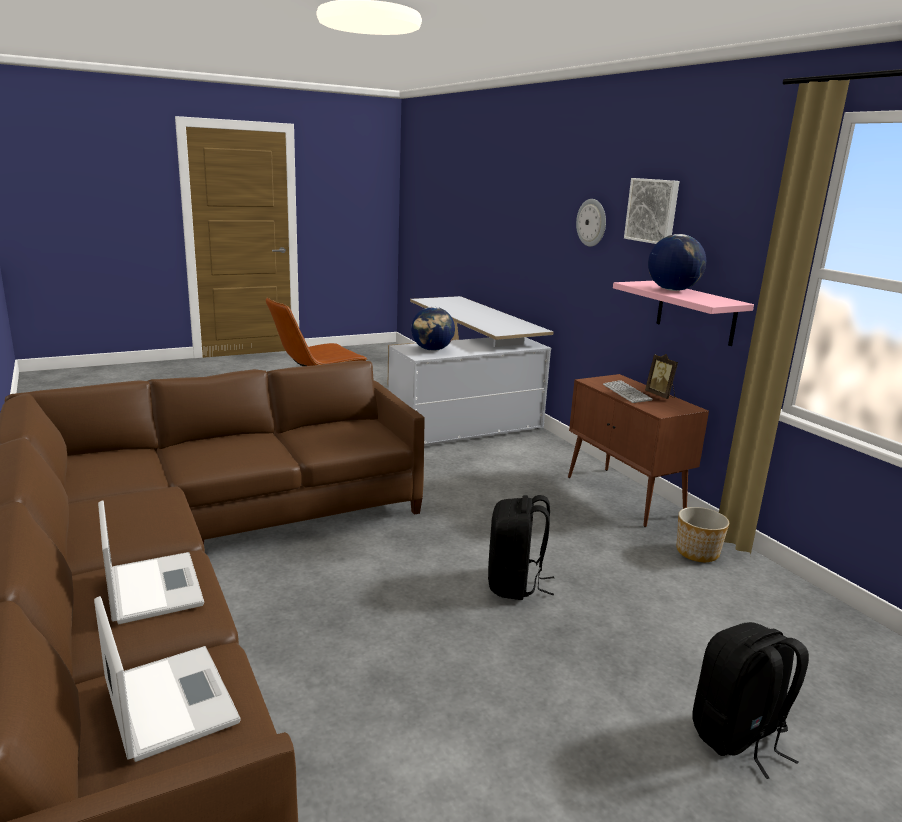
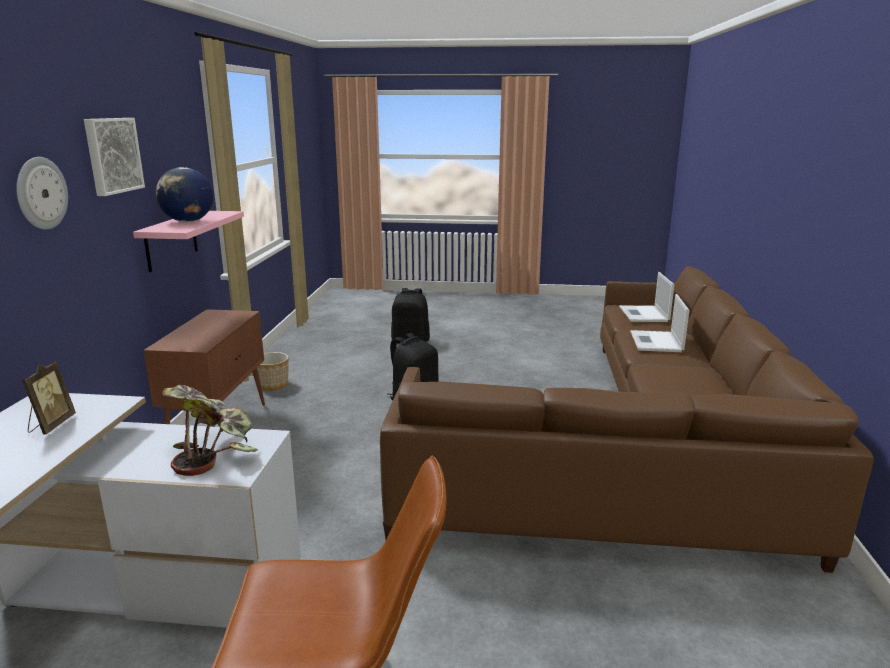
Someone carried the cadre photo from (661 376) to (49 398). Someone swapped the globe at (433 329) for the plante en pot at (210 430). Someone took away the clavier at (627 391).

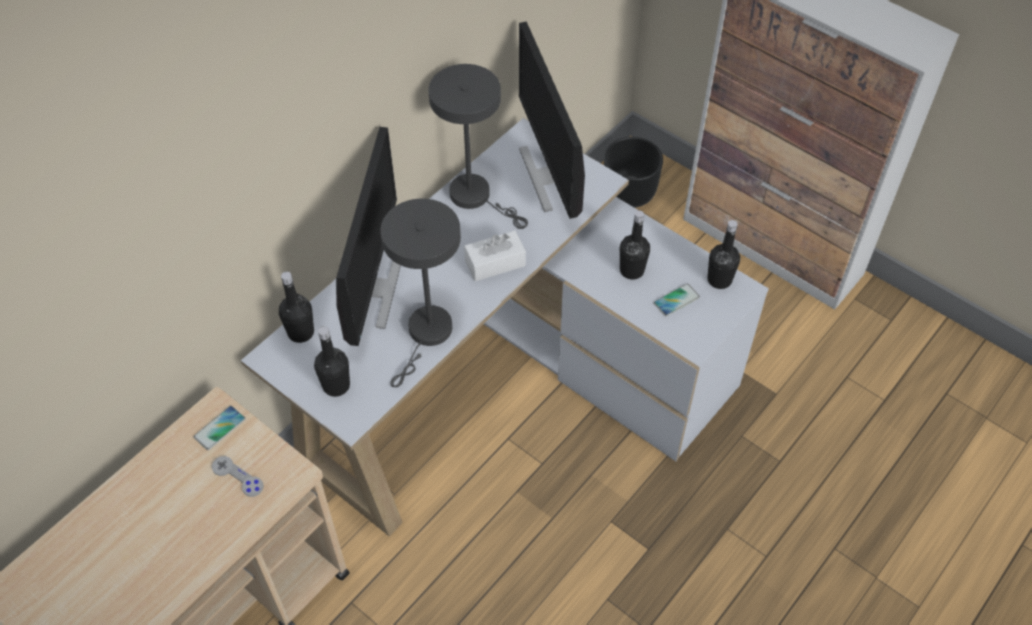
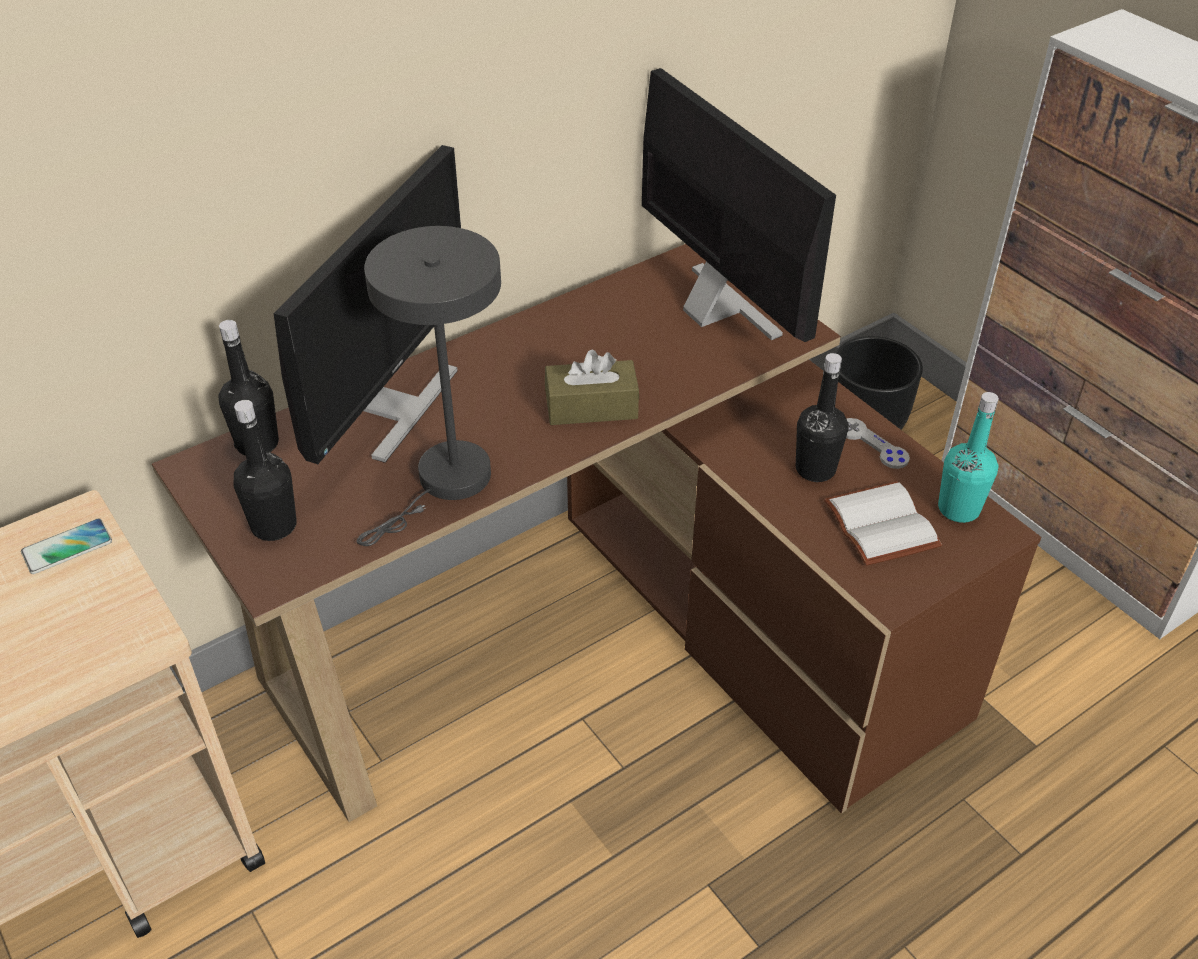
Someone repainted the bureau/blanc at (505 327), which became the bureau/marron at (597 533). Someone repainted the boîte à mouchoirs/blanc at (495 256), which became the boîte à mouchoirs/marron at (592 387). Someone rotated the écran d'ordinateur at (552 120) by 150 degrees clockwise. Someone swapped the téléphone at (677 300) for the livre/blanc at (883 523). Someone carried the manette/gris from (238 476) to (878 443). Someone repainted the bouteille/noir at (723 254), which became the bouteille/turquoise at (968 457). Someone took away the lampe de table/gris at (478 146).

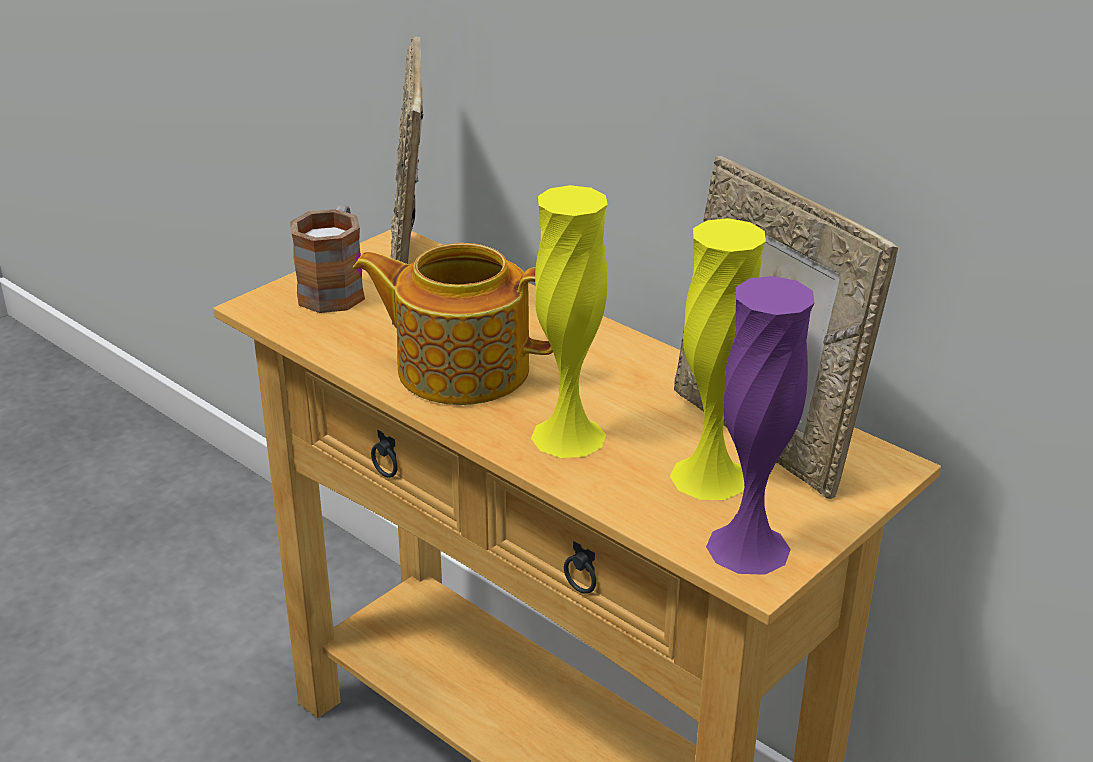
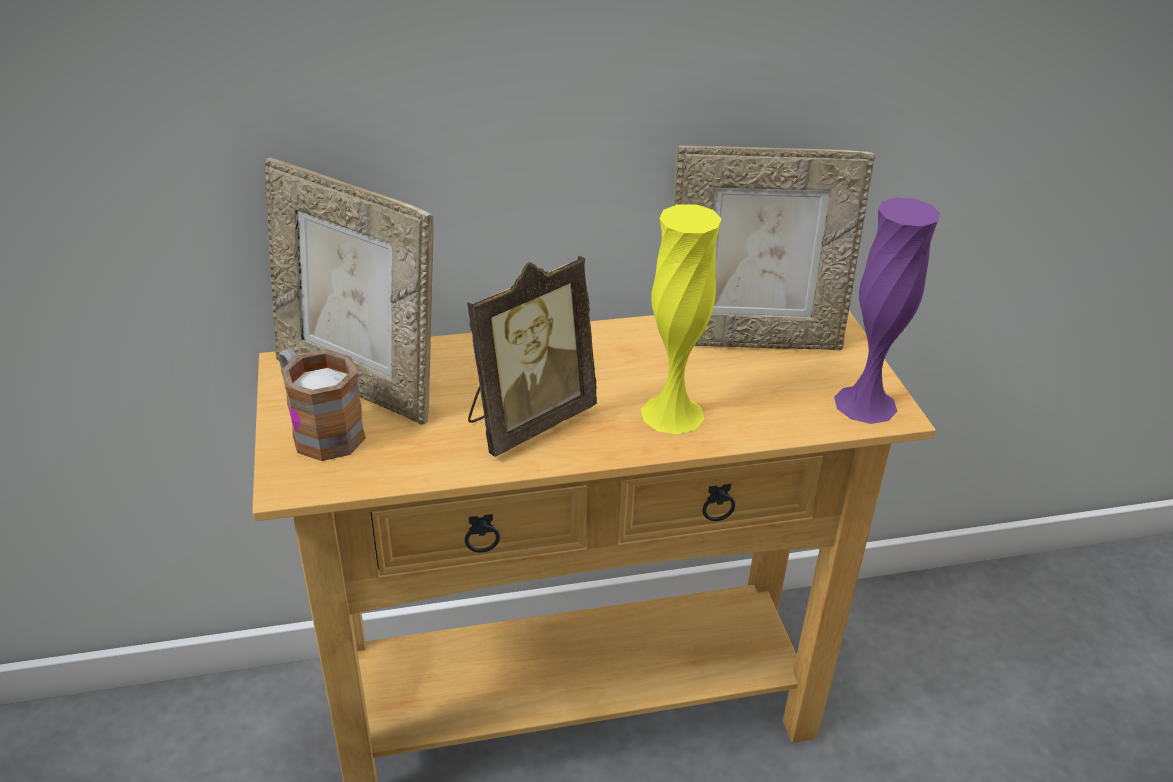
Someone swapped the théière at (452 324) for the cadre photo at (532 356). Someone took away the vase/jaune at (718 359).

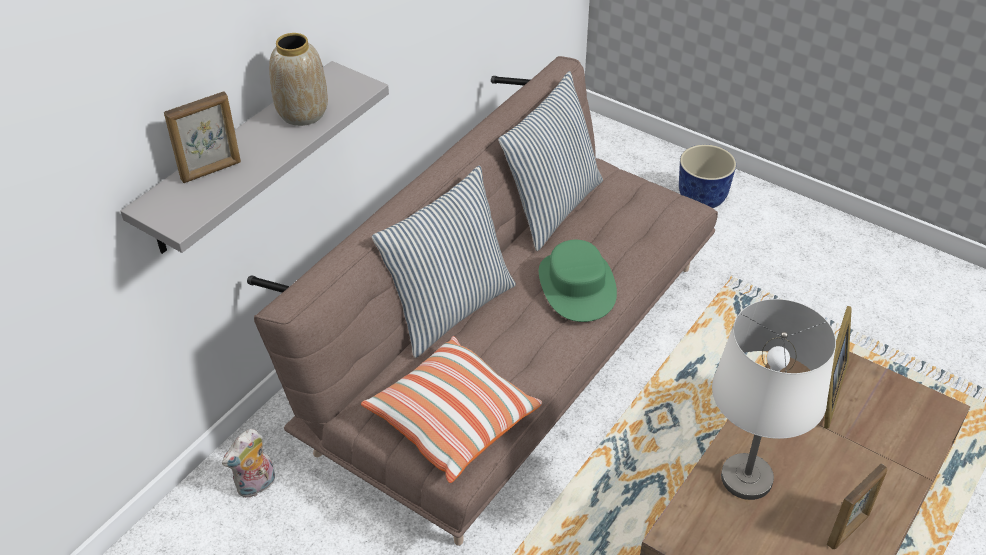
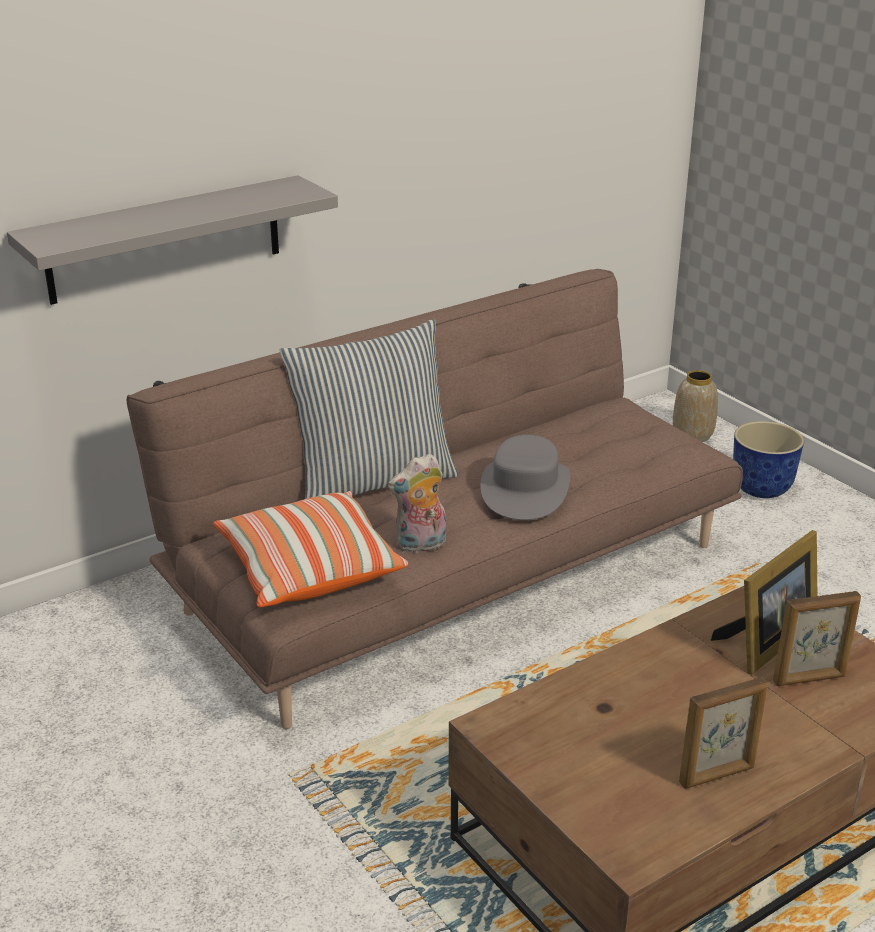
Someone carried the peluche from (248 464) to (417 503). Someone repainted the chapeau/vert at (578 281), which became the chapeau/gris at (525 477). Someone carried the vase from (298 79) to (695 406). Someone carried the cadre photo from (202 137) to (817 638). Someone took away the coussin at (550 161). Someone took away the lampe de table/blanc at (774 399).

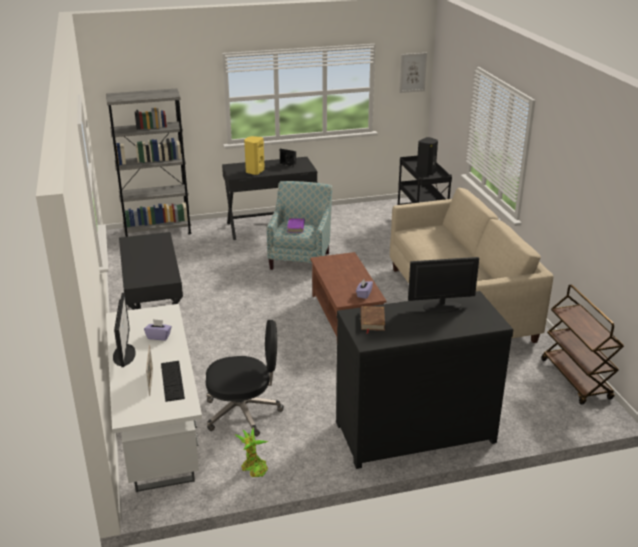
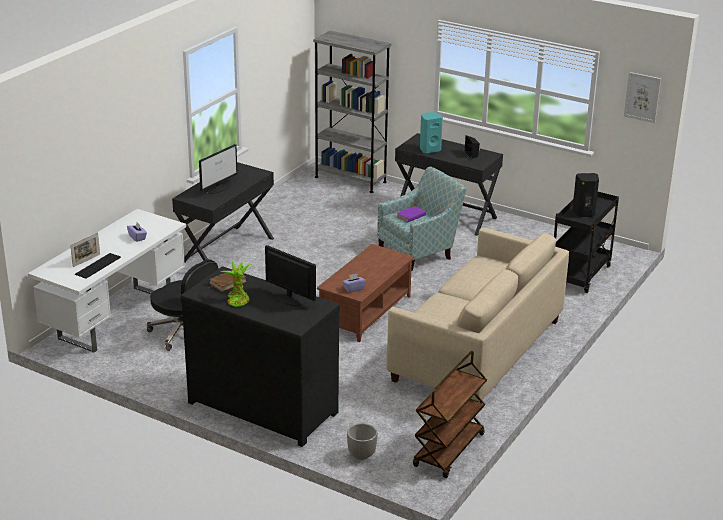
Someone carried the écran d'ordinateur from (124 330) to (218 169). Someone carried the plante en pot from (252 452) to (236 284). Someone put down the cache-pot at (362 441). Someone repainted the enceinte/jaune at (254 155), which became the enceinte/turquoise at (431 132).

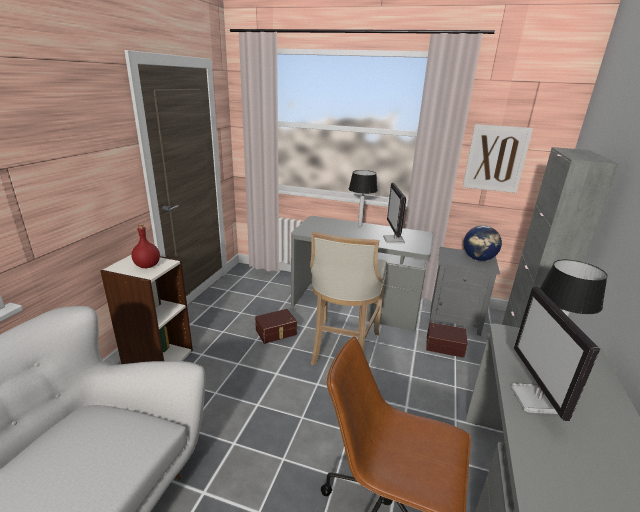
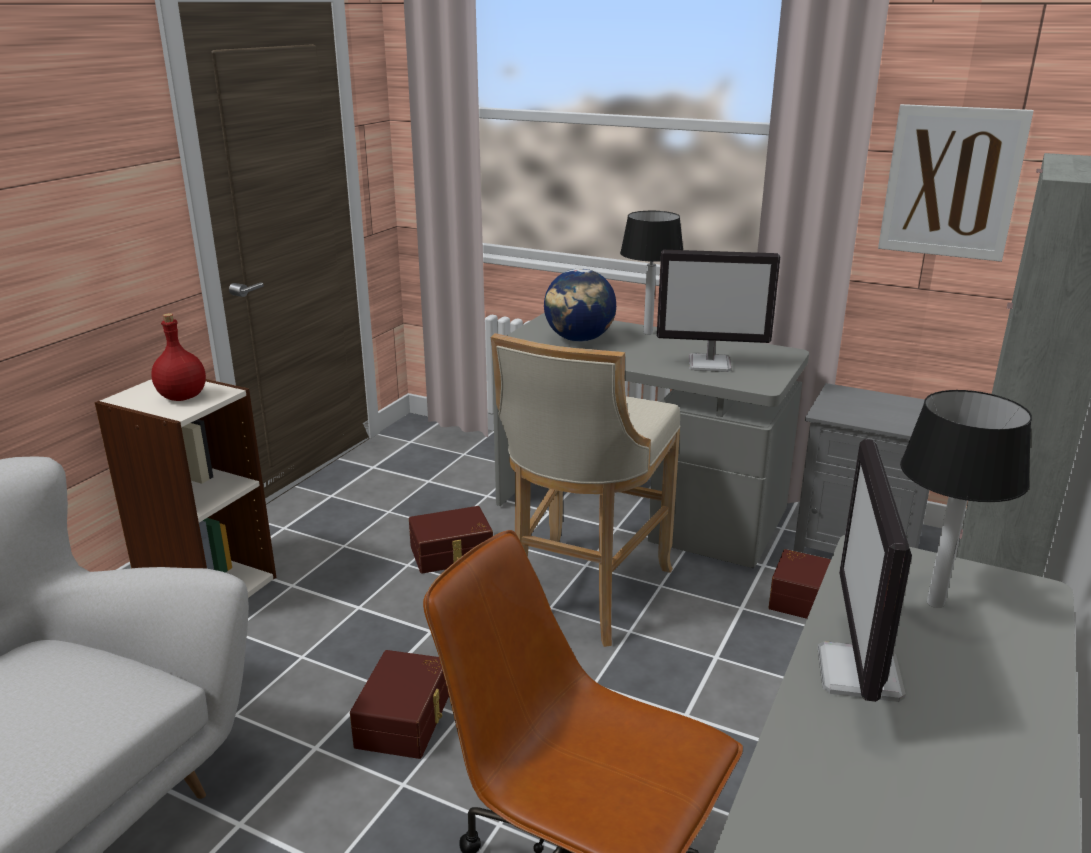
Someone put down the boîte de rangement/marron at (399 704). Someone carried the globe from (482 243) to (580 305). Someone rotated the écran d'ordinateur at (394 213) by 90 degrees counterclockwise.

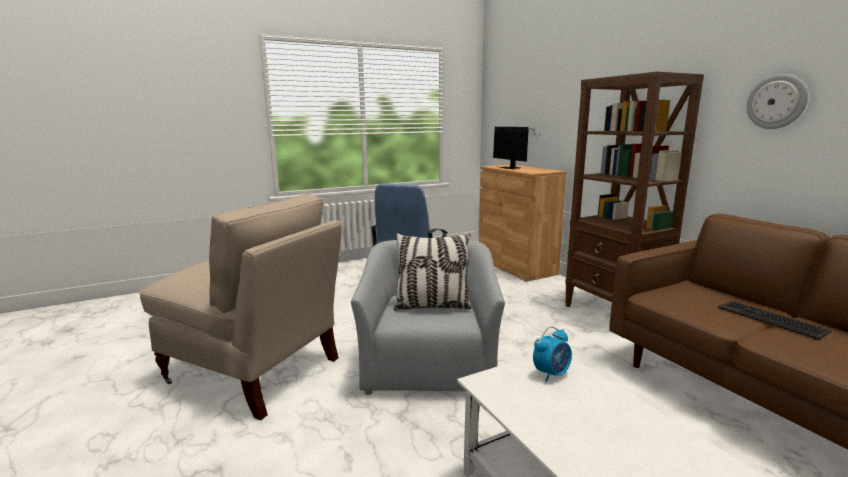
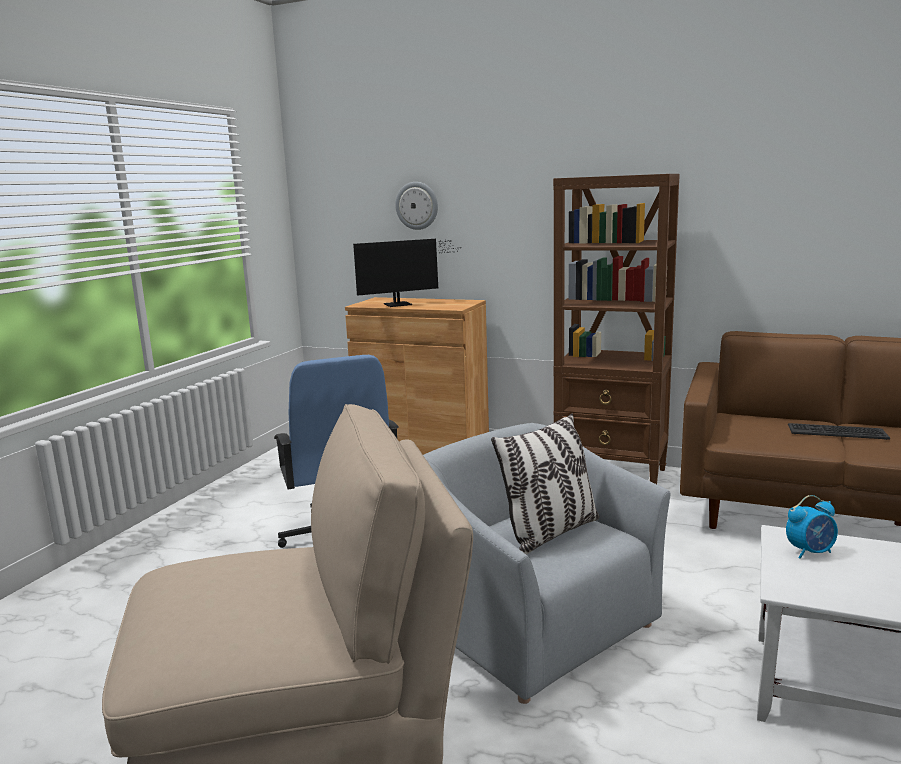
Someone rotated the écran d'ordinateur at (516 148) by 45 degrees counterclockwise. Someone carried the horloge murale from (777 101) to (416 206). Someone rotated the réveil at (552 354) by 60 degrees clockwise.

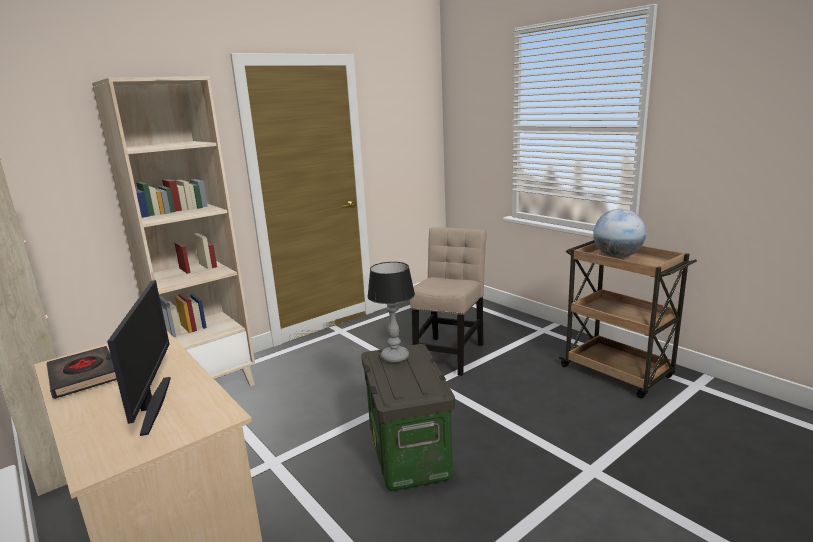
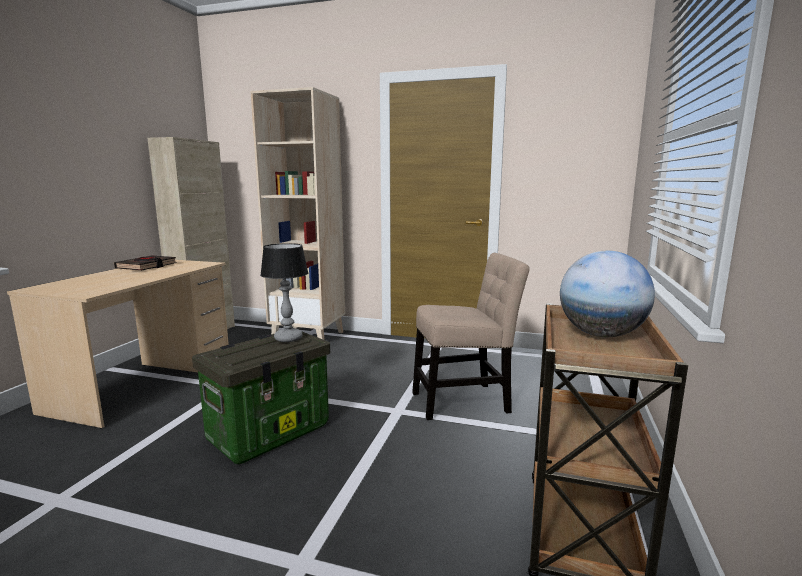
Someone took away the écran d'ordinateur at (139 358).

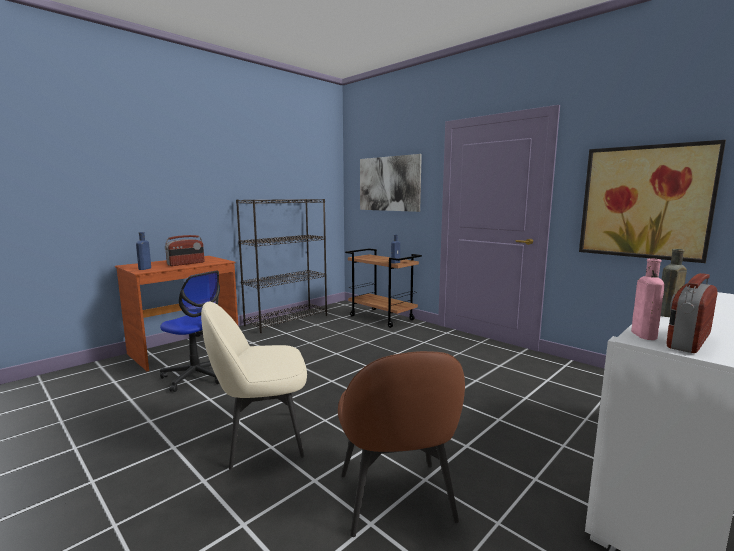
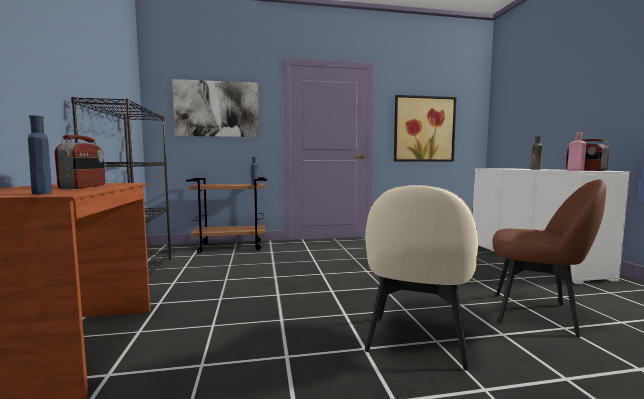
Someone took away the chaise de bureau at (190 331).

